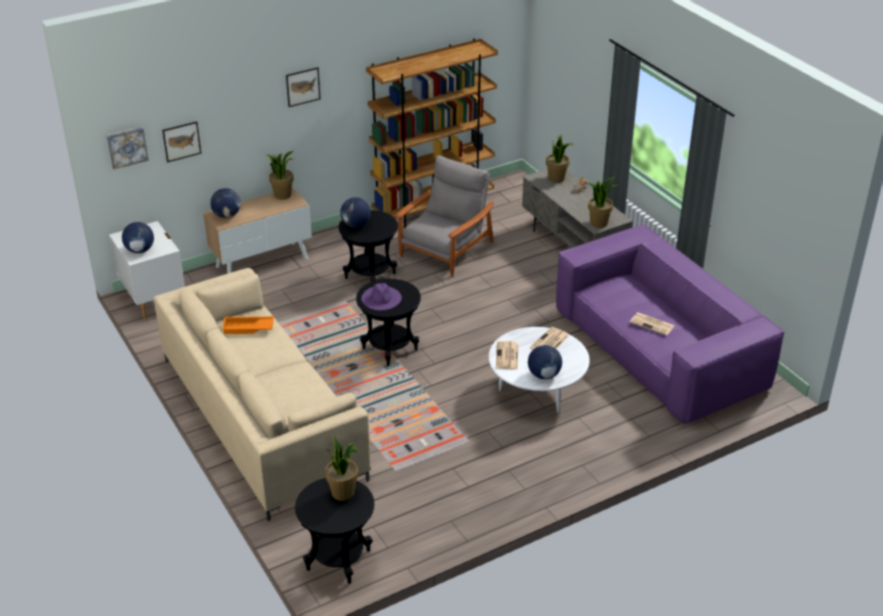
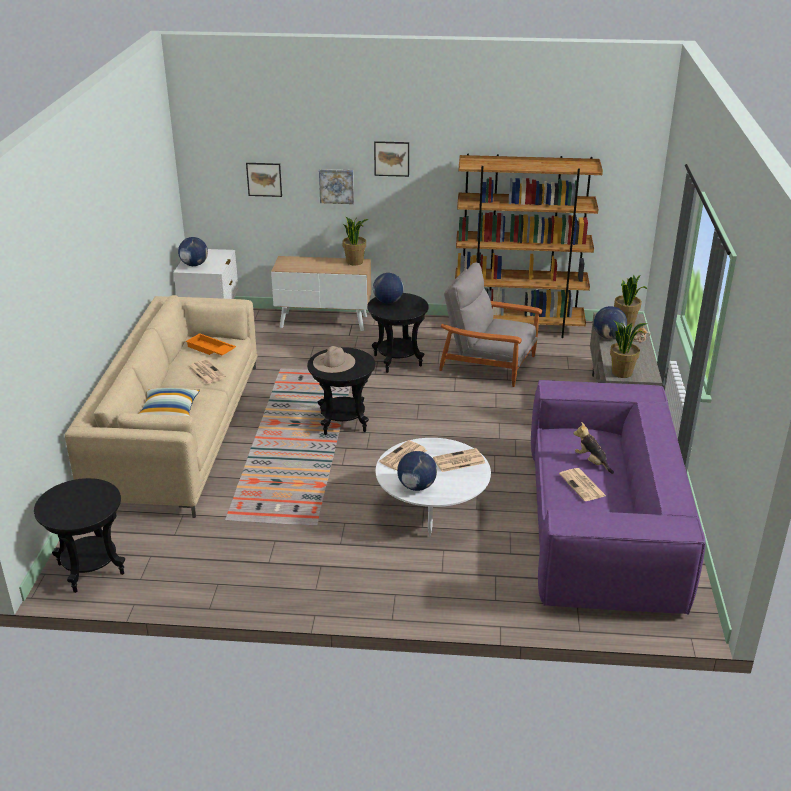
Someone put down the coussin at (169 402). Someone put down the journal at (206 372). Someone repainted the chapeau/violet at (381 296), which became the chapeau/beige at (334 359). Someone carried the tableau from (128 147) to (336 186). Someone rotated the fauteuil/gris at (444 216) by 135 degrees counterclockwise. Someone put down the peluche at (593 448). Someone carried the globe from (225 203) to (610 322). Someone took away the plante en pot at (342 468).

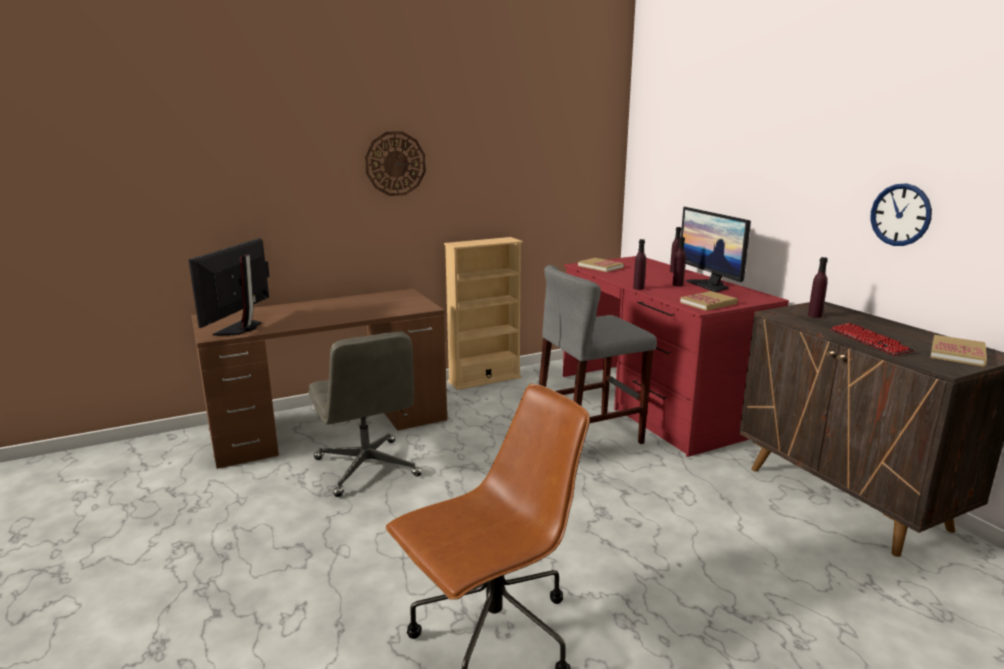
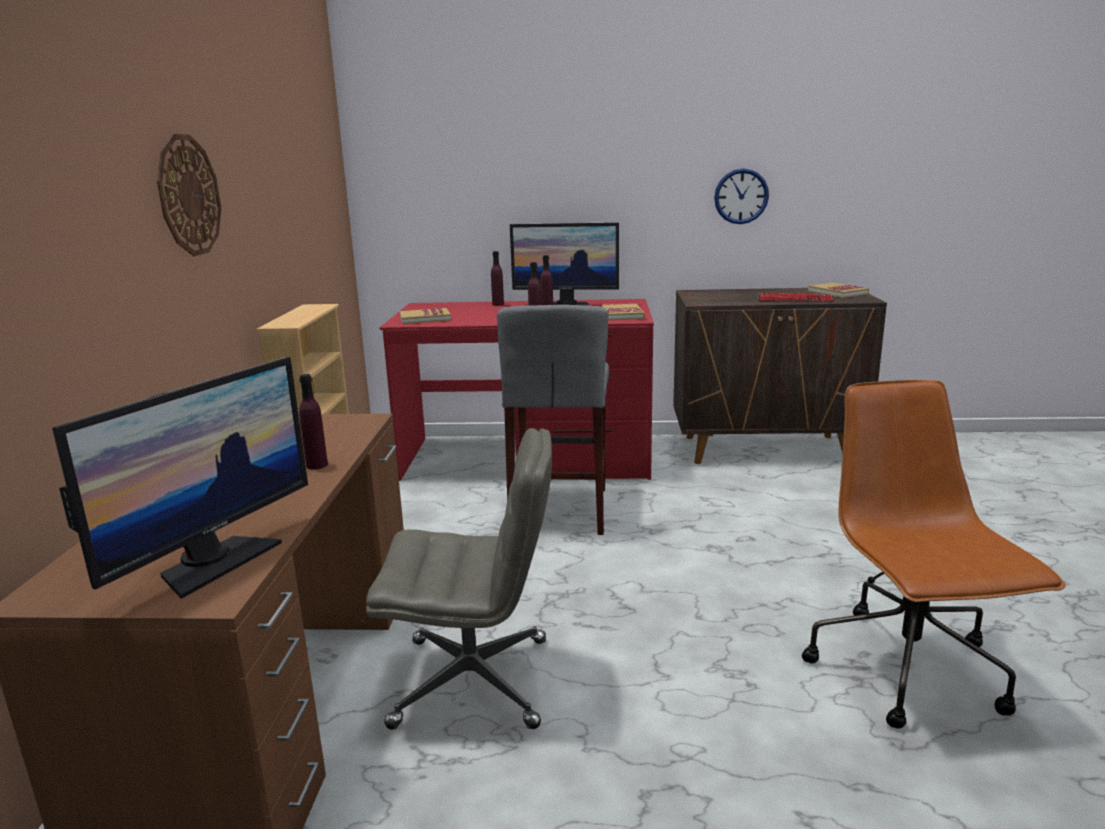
Someone rotated the écran d'ordinateur at (228 287) by 105 degrees counterclockwise. Someone carried the bouteille/violet from (818 287) to (313 422).

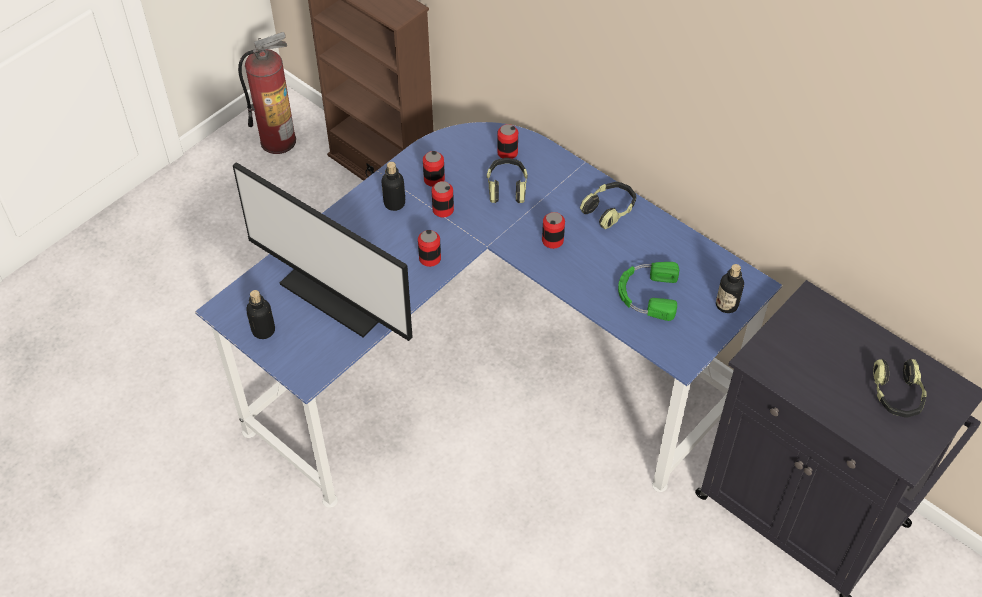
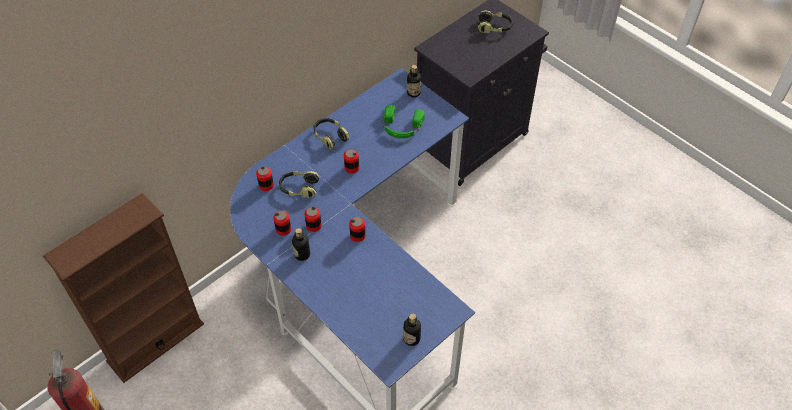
Someone took away the écran d'ordinateur at (323 251).

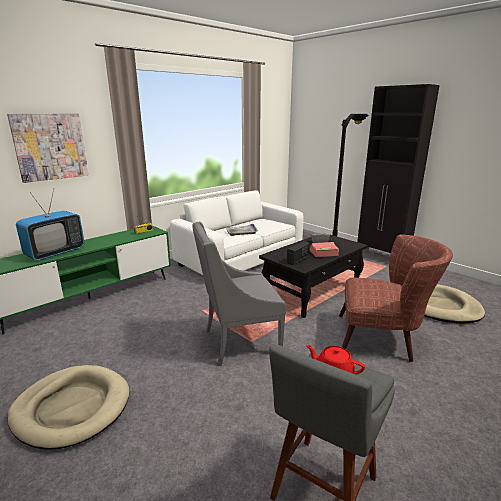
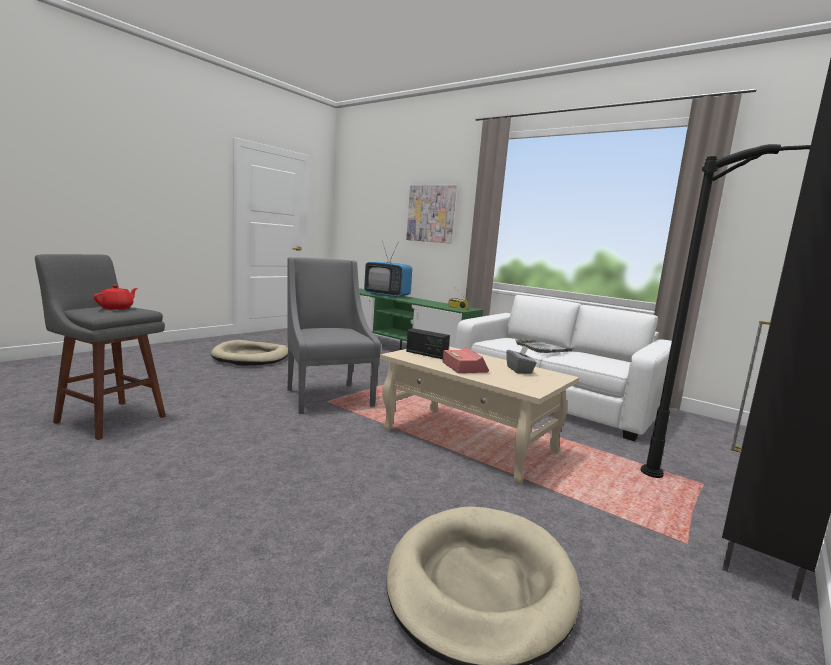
Someone repainted the table basse/noir at (313 276), which became the table basse/beige at (479 415). Someone took away the fauteuil/marron at (396 298).

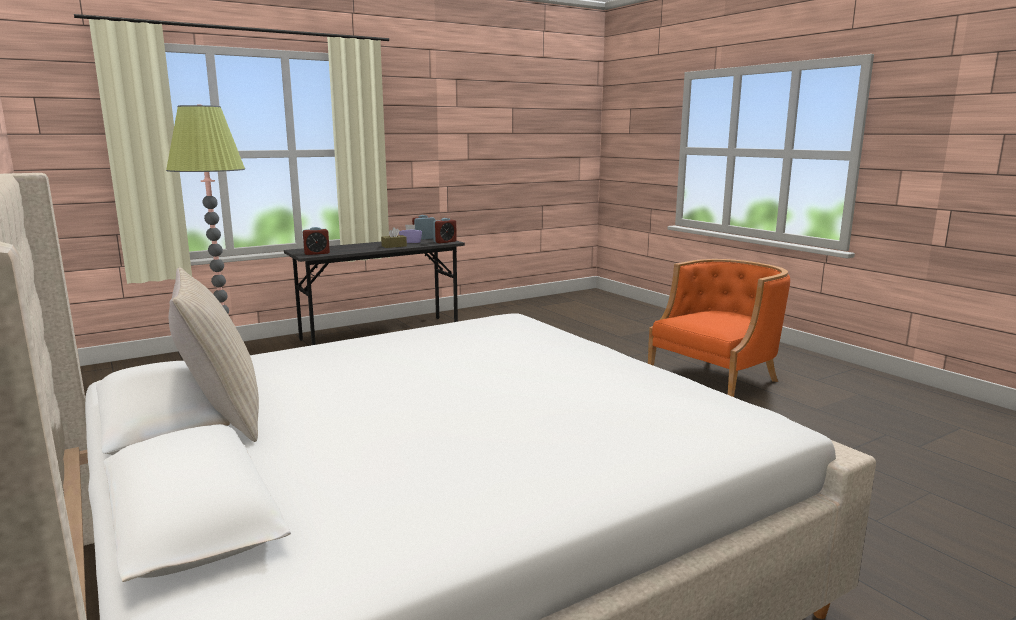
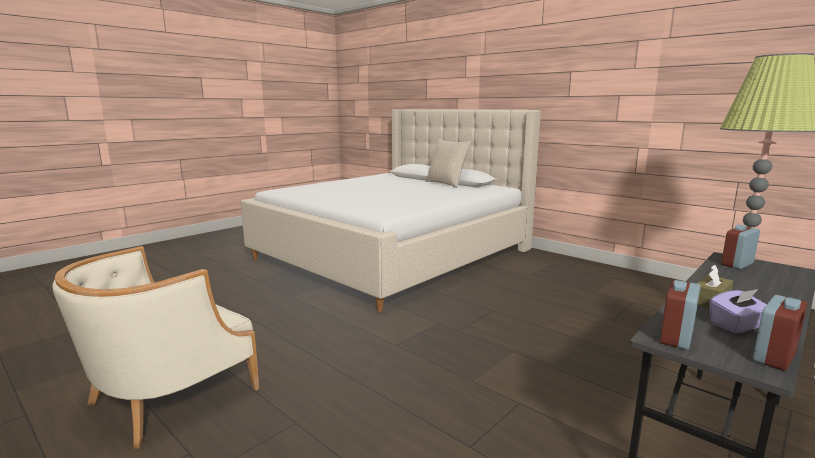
Someone repainted the fauteuil/orange at (719 328), which became the fauteuil/beige at (155 347).

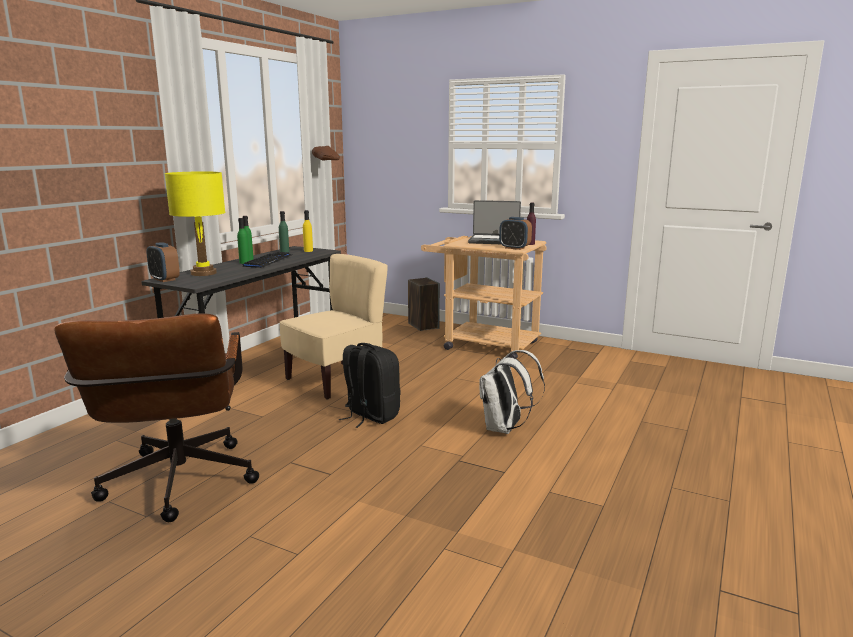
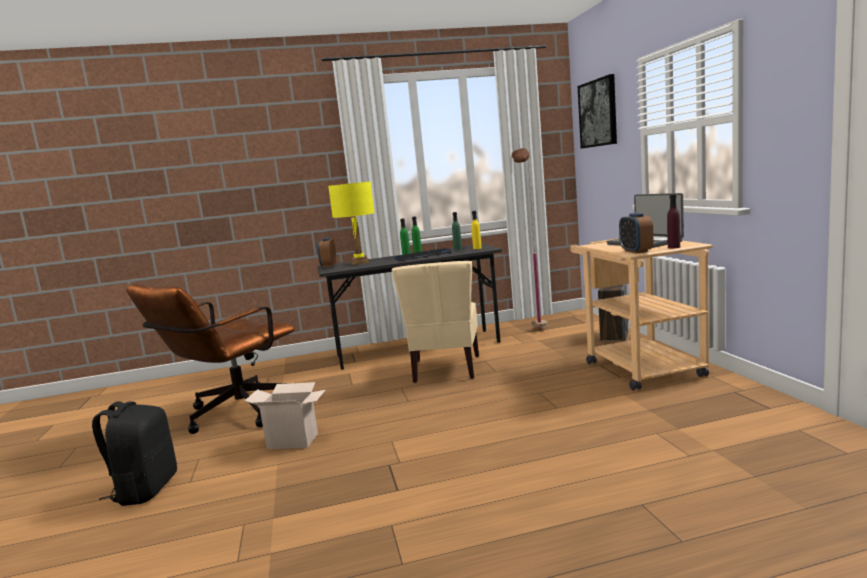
Someone carried the sac à dos/noir from (370 385) to (134 453). Someone put down the carton at (285 415). Someone rotated the chaise/beige at (334 327) by 90 degrees clockwise. Someone put up the tableau at (597 111). Someone took away the sac à dos/blanc at (512 392).

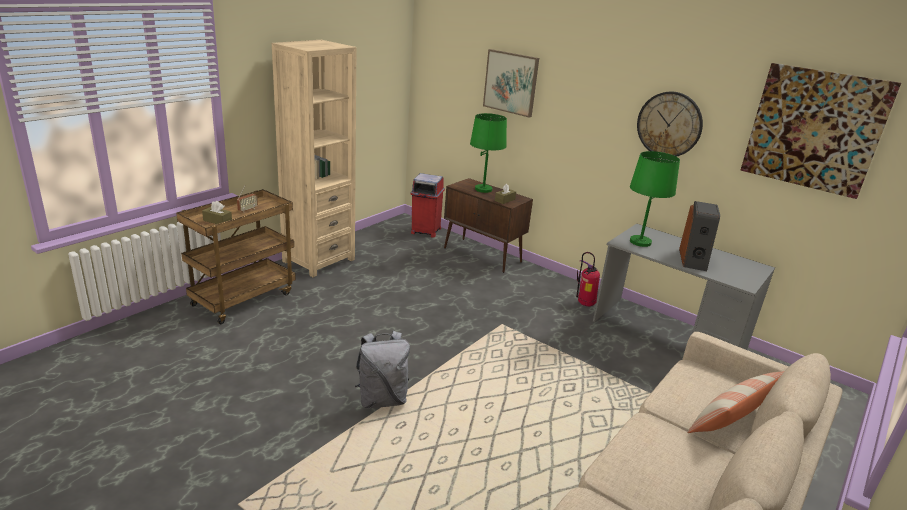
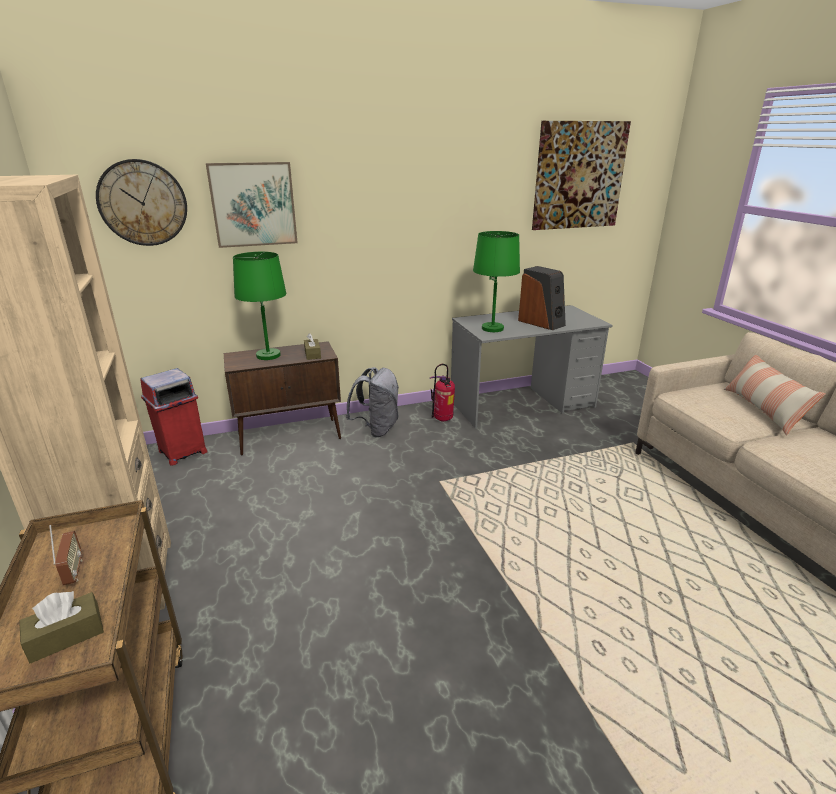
Someone carried the horloge murale from (670 124) to (141 202). Someone carried the sac à dos/gris from (382 370) to (372 402).

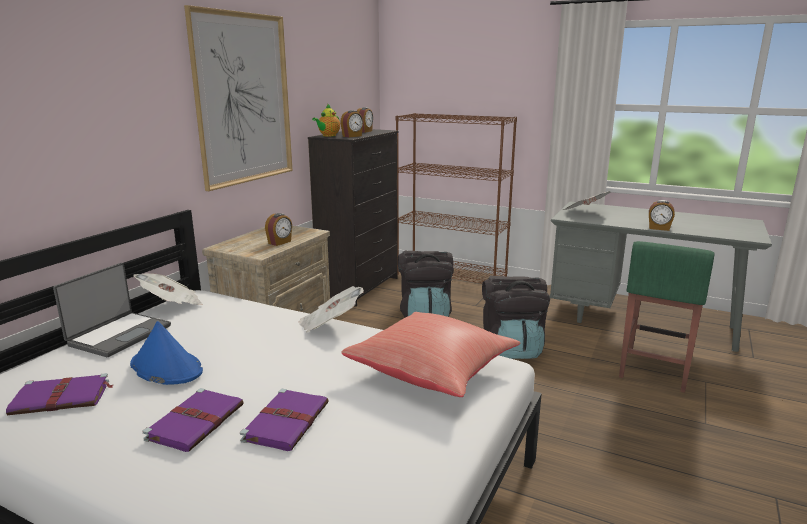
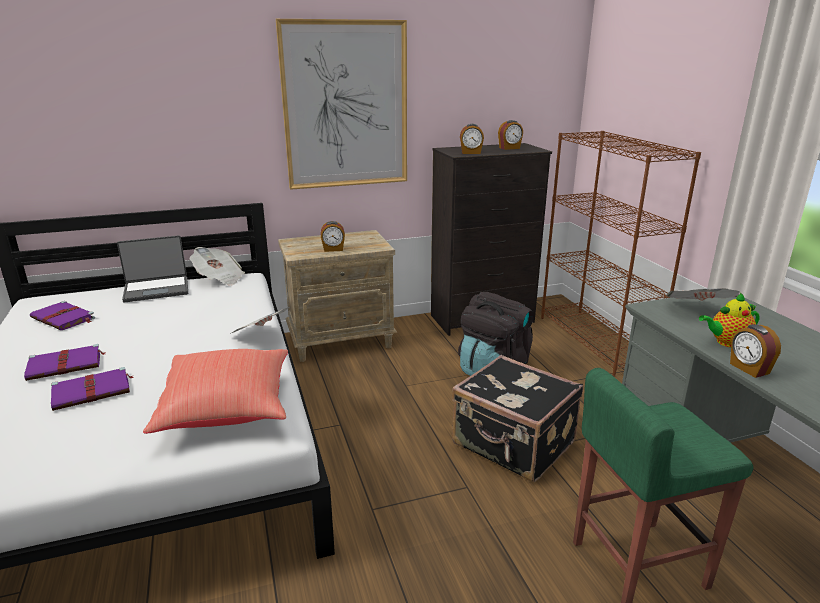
Someone swapped the sac à dos/noir at (516 317) for the valise/noir at (517 418). Someone carried the théière from (326 120) to (729 320). Someone took away the chapeau/bleu at (166 353).

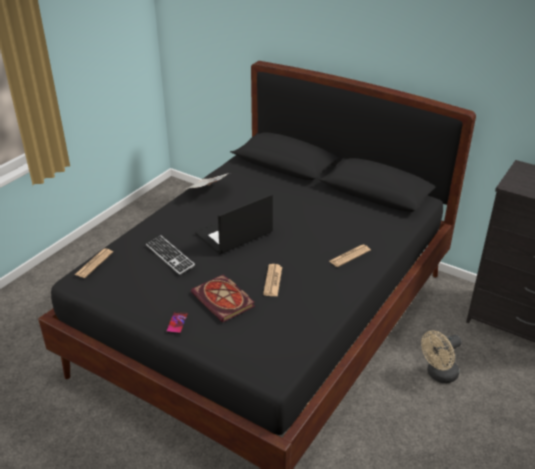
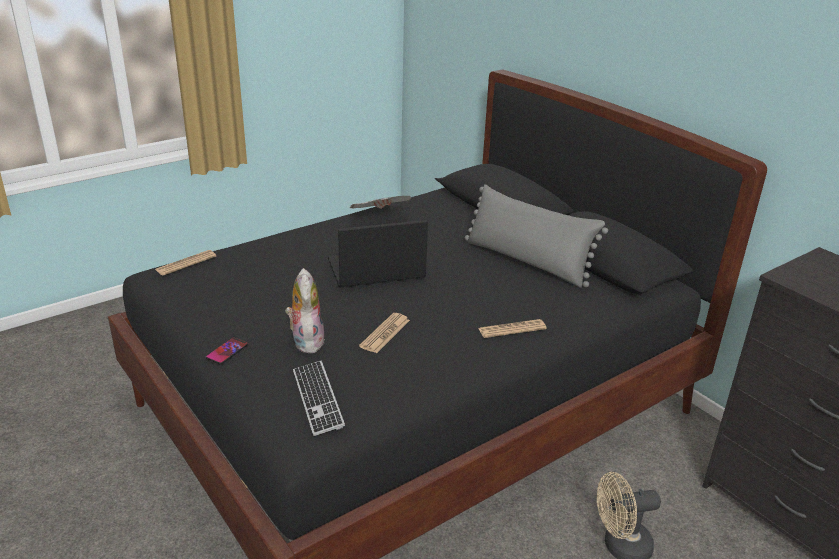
Someone swapped the livre at (223 298) for the peluche at (305 311). Someone carried the clavier from (170 255) to (319 398). Someone put down the coussin/gris at (536 236).

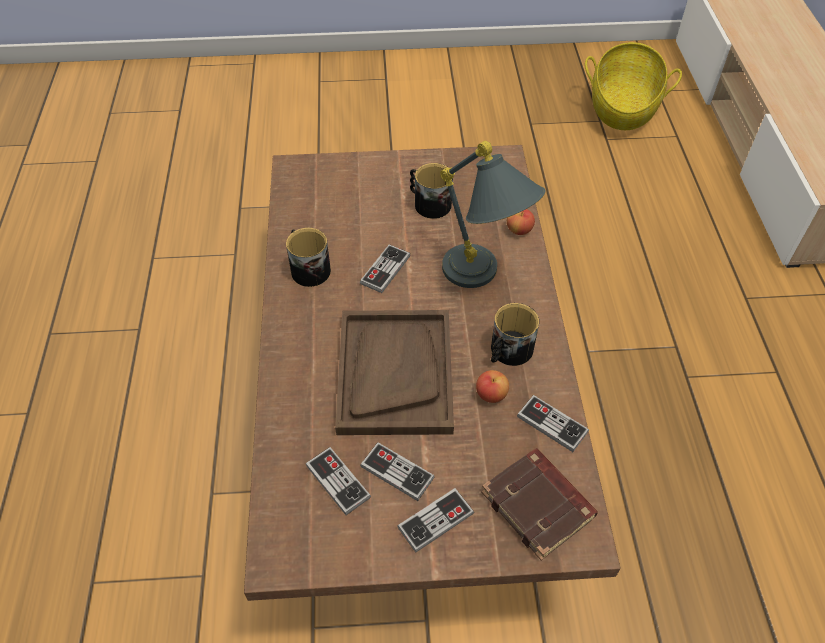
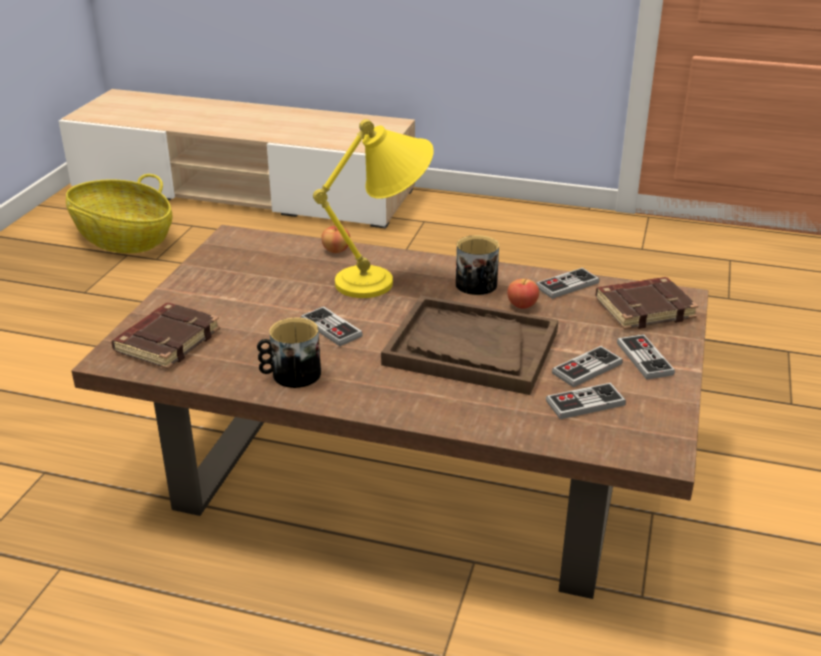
Someone put down the livre/marron at (165 336). Someone repainted the lampe de table/gris at (492 214), which became the lampe de table/jaune at (373 208). Someone took away the mug at (431 191).

